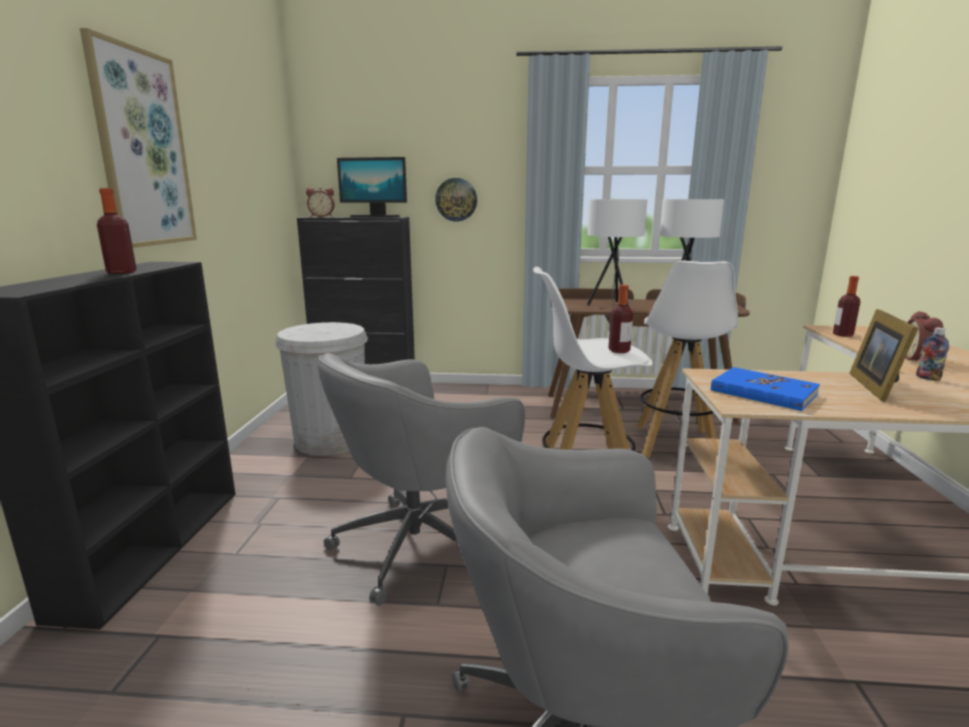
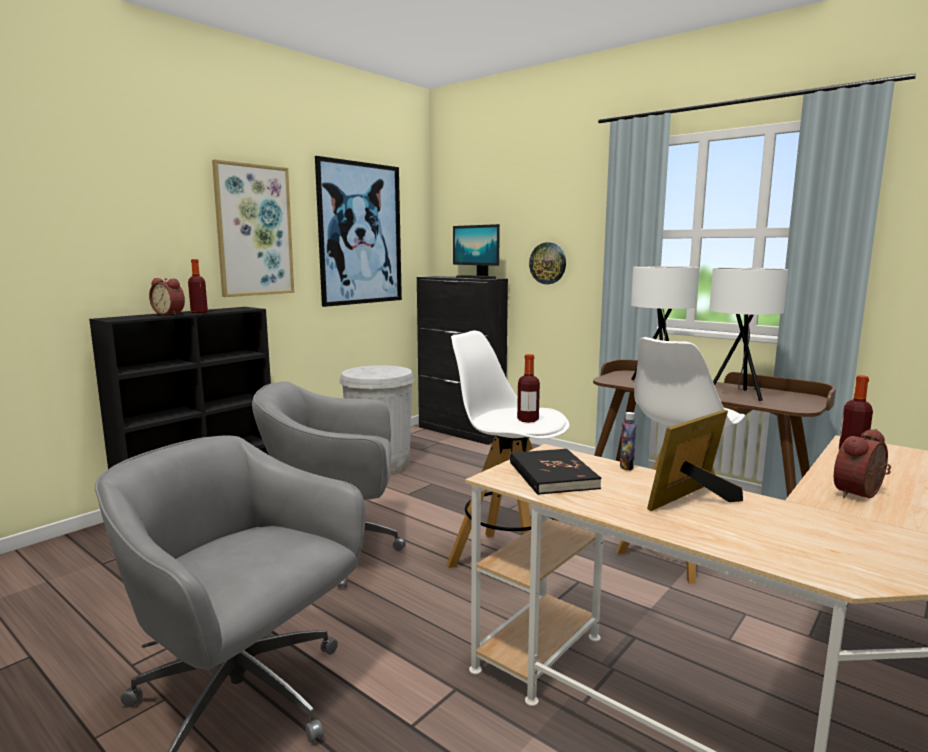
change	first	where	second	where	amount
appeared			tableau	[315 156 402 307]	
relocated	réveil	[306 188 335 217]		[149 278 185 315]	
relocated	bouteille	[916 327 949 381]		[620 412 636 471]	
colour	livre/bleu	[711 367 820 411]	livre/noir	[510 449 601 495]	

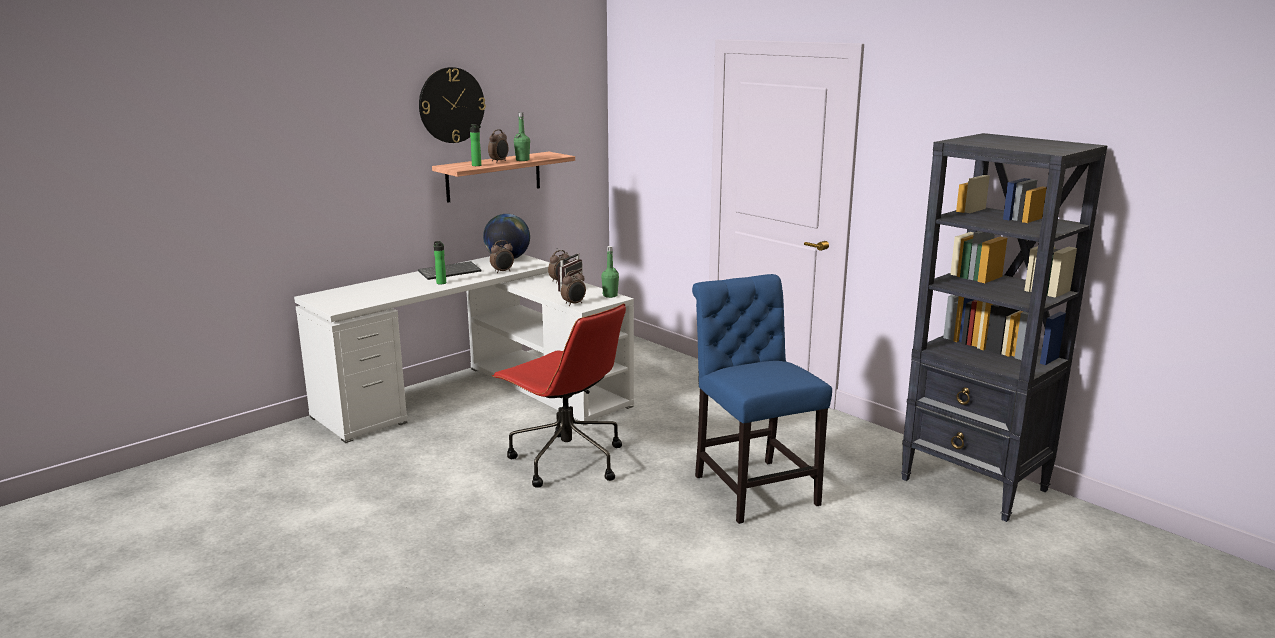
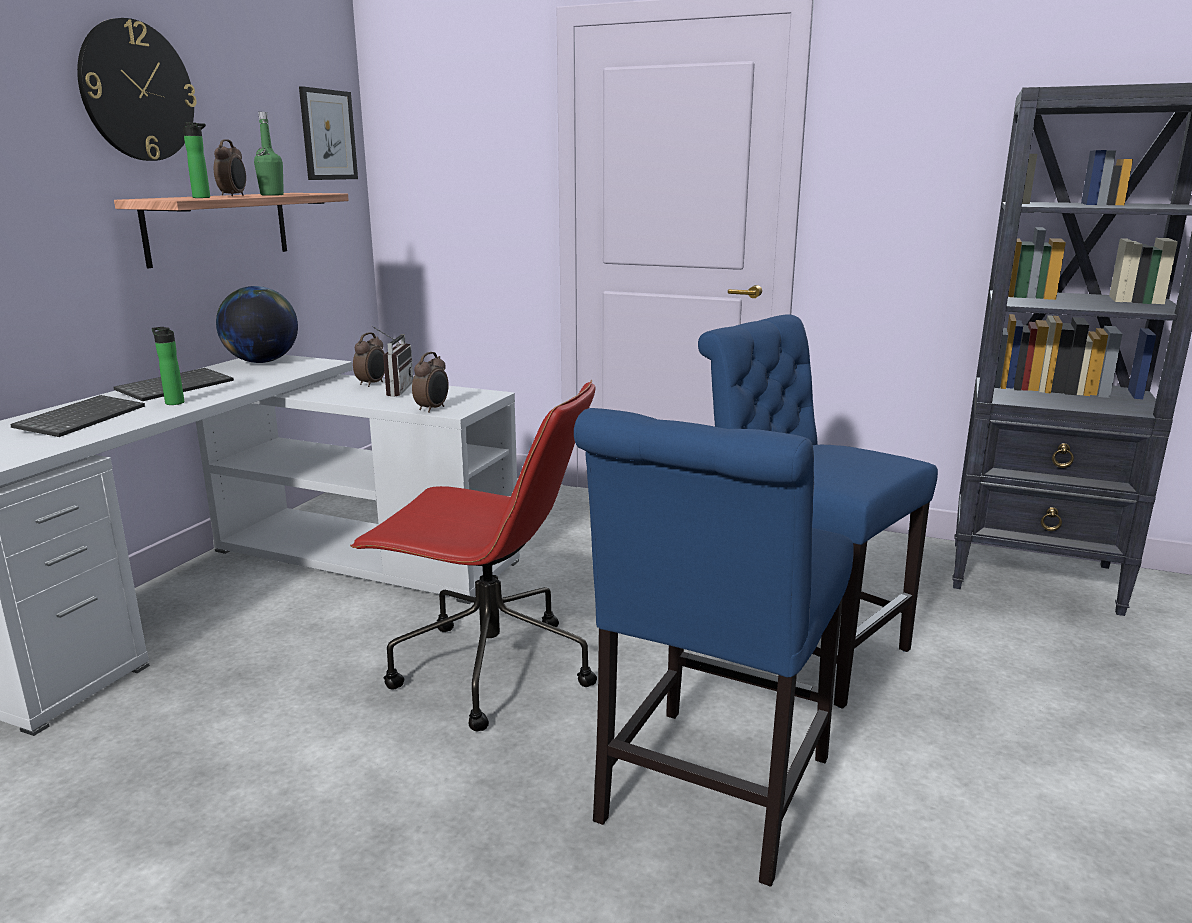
change	first	where	second	where	amount
missing	réveil	[490 240 514 273]			
missing	bouteille/vert	[601 246 619 298]			
appeared			clavier	[10 395 145 437]	
appeared			tableau	[299 86 358 180]	
appeared			chaise/bleu	[574 408 854 887]	

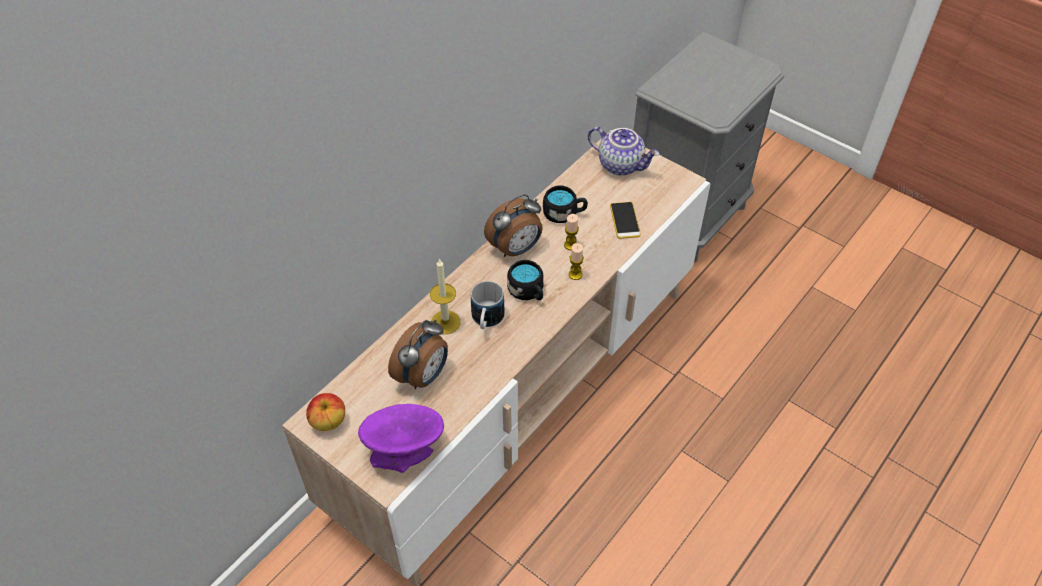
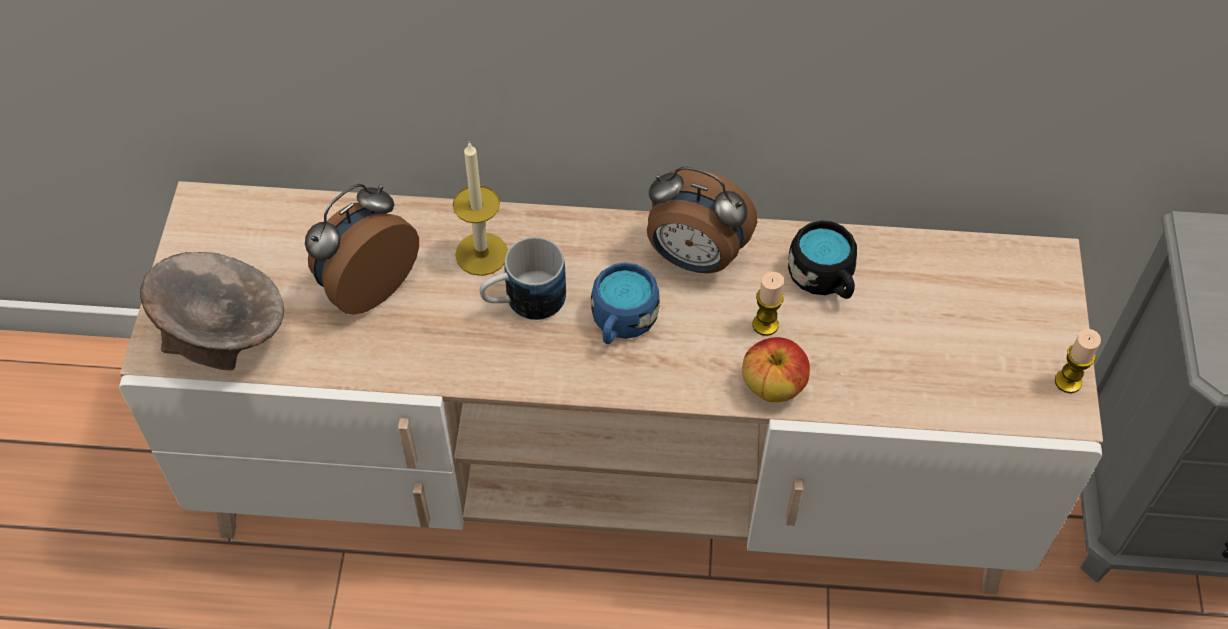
change	first	where	second	where	amount
missing	théière	[588 126 659 176]			
missing	téléphone	[610 202 641 239]			
relocated	pomme	[306 393 345 431]		[742 337 810 402]	
relocated	bougie	[569 243 584 280]		[1055 329 1101 393]	
colour	bol/violet	[358 404 444 473]	bol/gris	[140 252 284 371]	
colour	mug/noir	[507 260 544 300]	mug/bleu	[591 262 660 344]	
spun	réveil	[388 319 448 389]		[305 184 419 315]	135 degrees clockwise

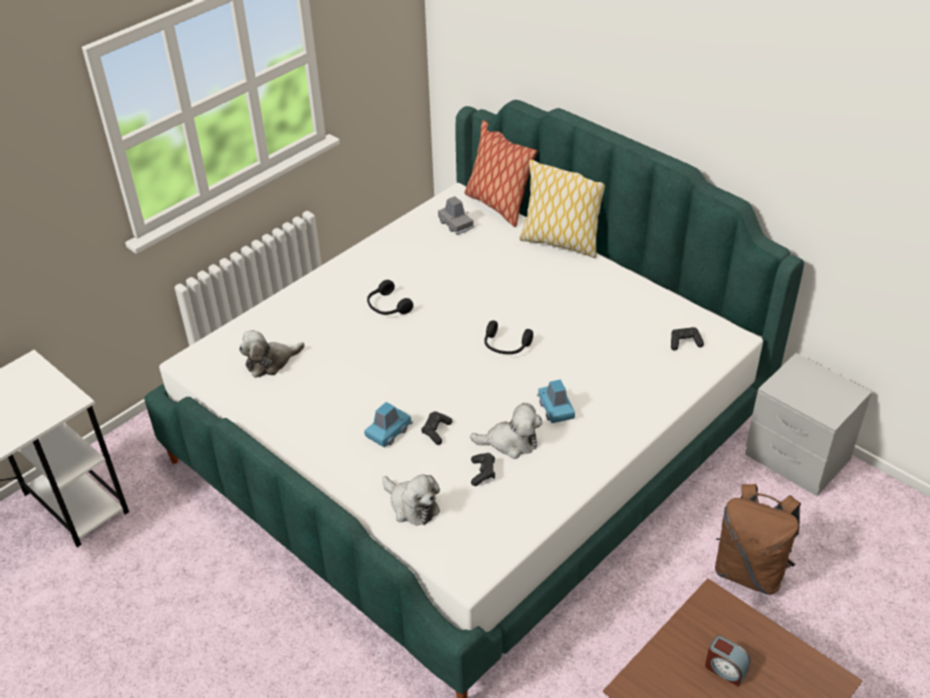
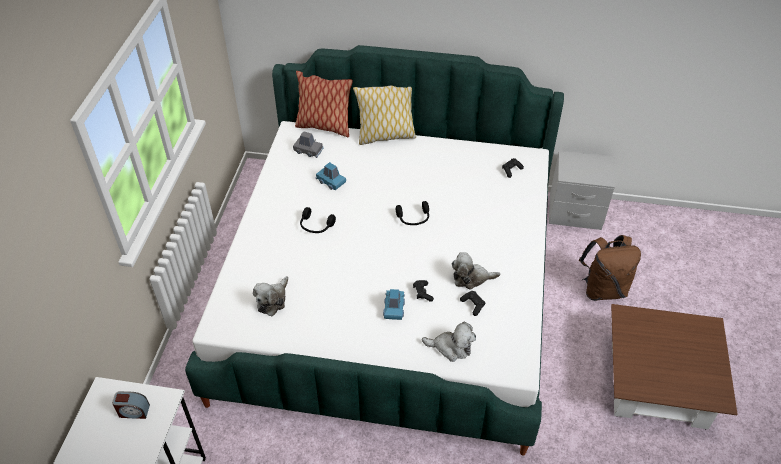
change	first	where	second	where	amount
relocated	petite voiture/bleu	[537 379 575 423]		[316 162 346 190]	
relocated	réveil	[705 635 750 687]		[112 391 150 419]	
spun	peluche	[470 403 542 459]		[451 252 500 290]	150 degrees counterclockwise

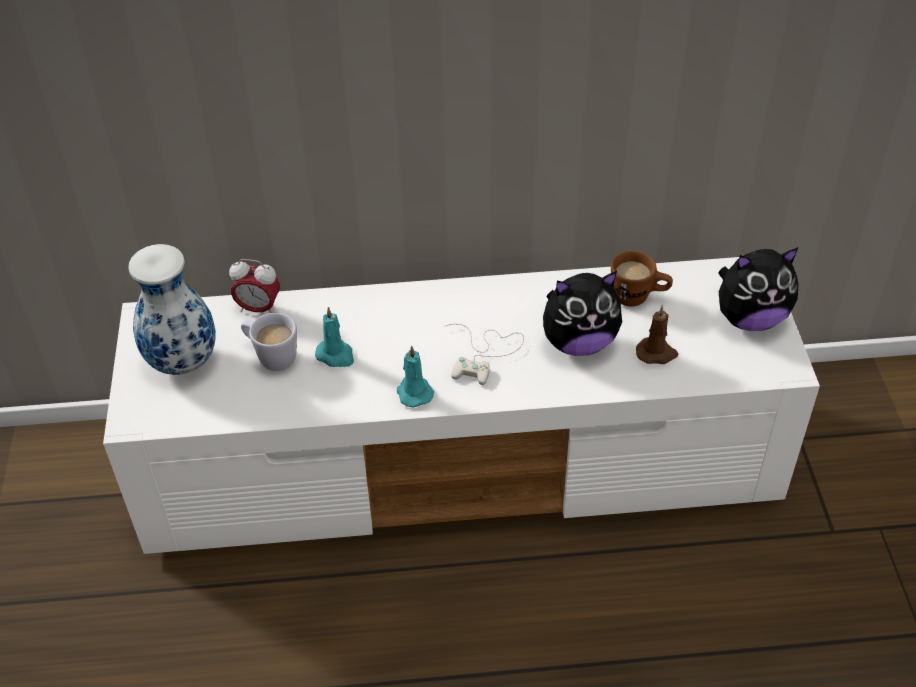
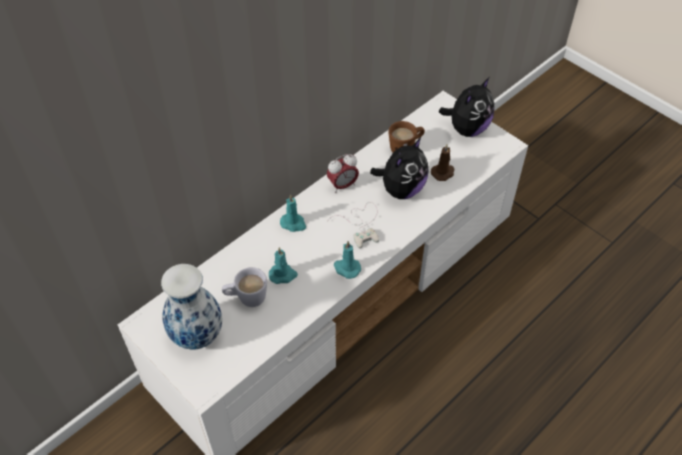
change	first	where	second	where	amount
appeared			bougie/turquoise	[280 194 306 232]	
relocated	réveil	[229 259 280 313]		[327 154 359 193]	

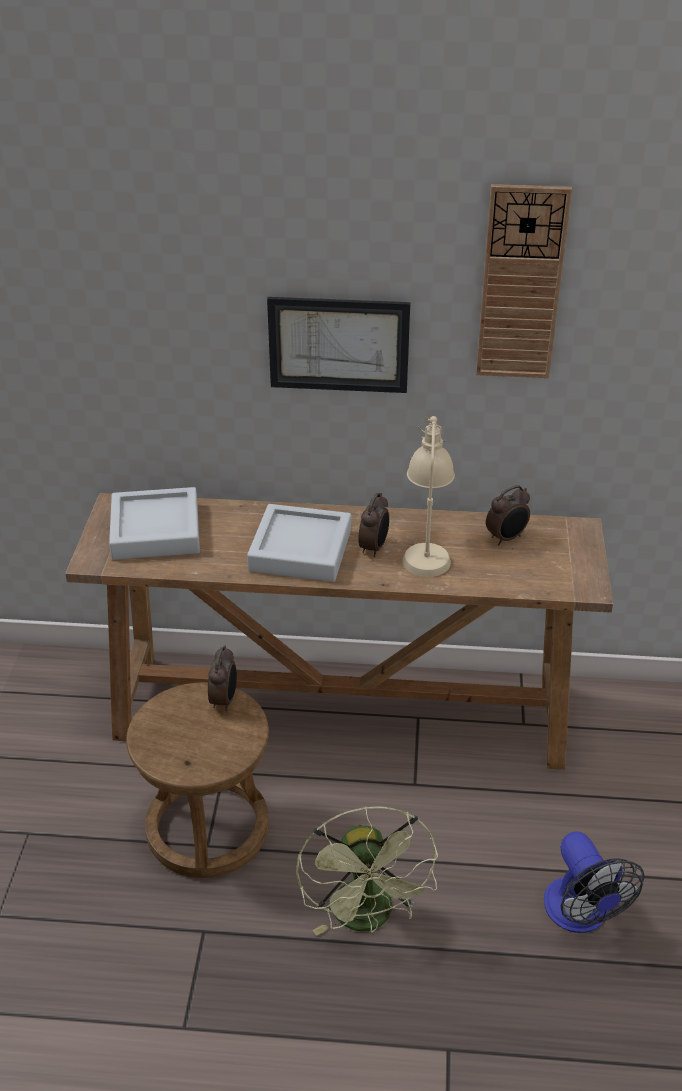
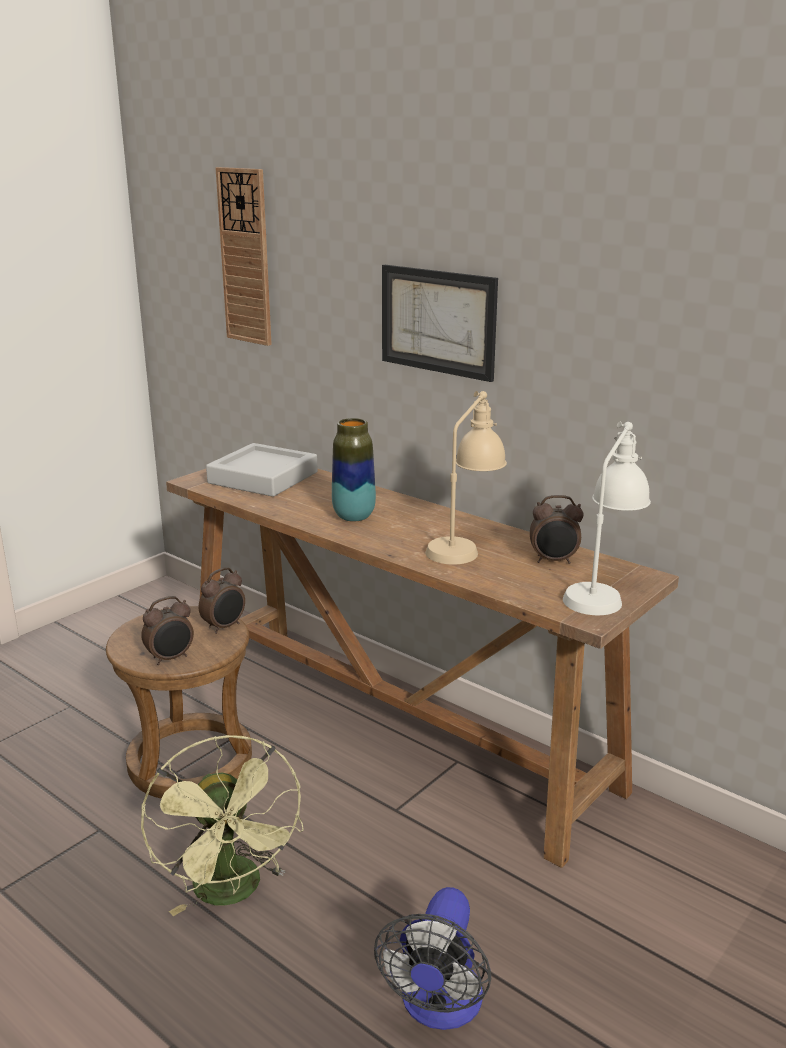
change	first	where	second	where	amount
appeared			lampe de table/blanc	[563 422 651 615]	
relocated	réveil	[358 493 389 557]		[141 596 194 665]	
relocated	horloge murale	[476 184 572 378]		[216 167 272 346]	
exchanged	plateau/gris	[247 504 351 582]	vase	[332 418 376 522]	
spun	ventilateur/vert	[296 806 438 936]		[141 735 304 916]	45 degrees counterclockwise

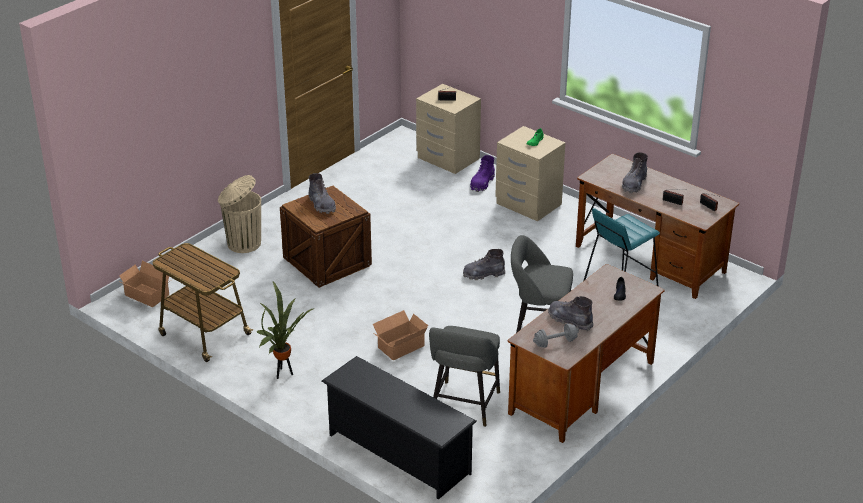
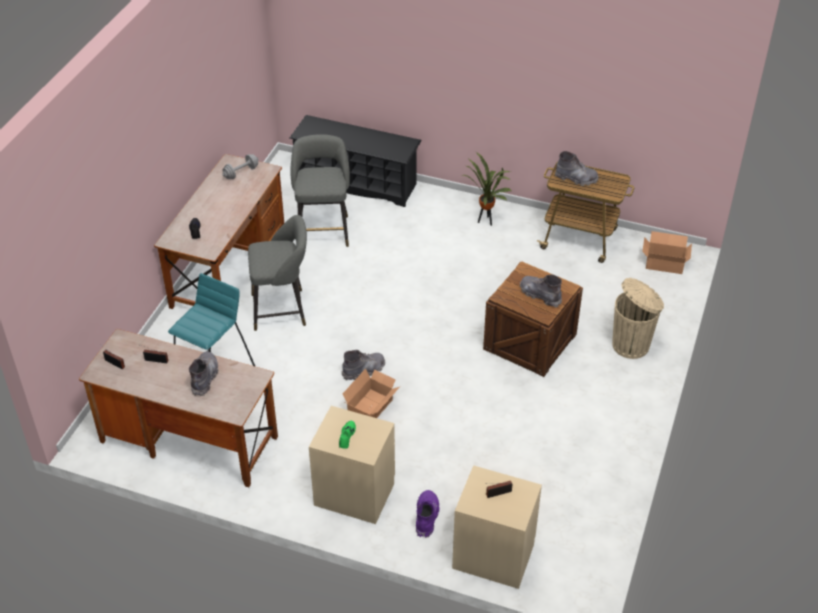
change	first	where	second	where	amount
relocated	carton	[373 310 428 361]		[343 369 400 418]	
relocated	botte/gris	[548 296 594 331]		[555 151 599 186]	

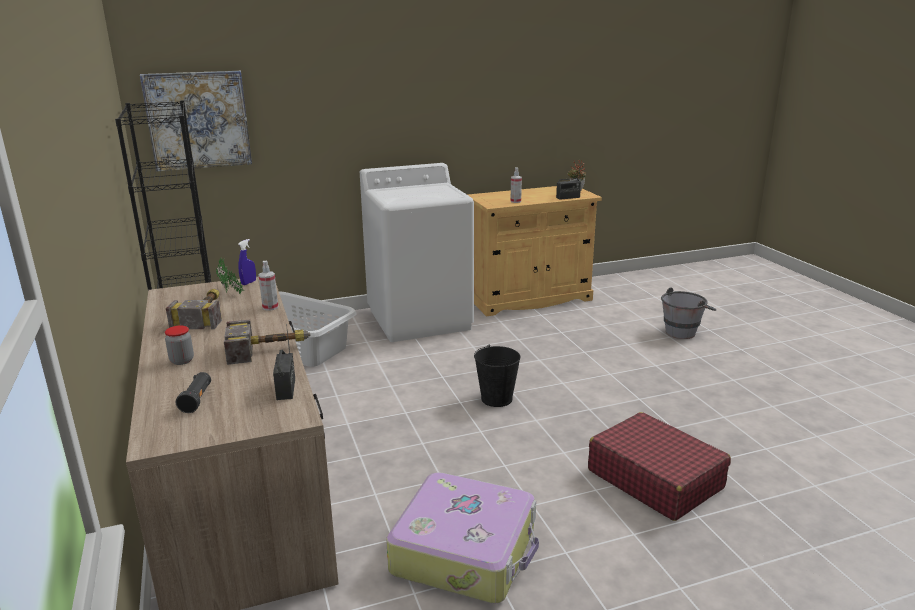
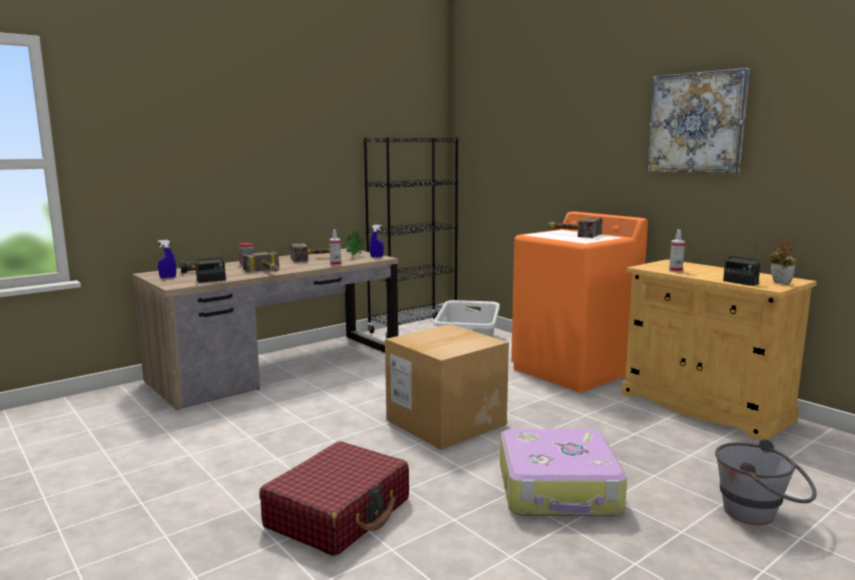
change	first	where	second	where	amount
appeared			vaporisateur/bleu	[158 240 176 278]	
appeared			marteau	[547 218 602 238]	
relocated	tableau	[140 71 252 171]		[647 68 750 174]	
relocated	valise	[386 472 539 604]		[500 429 627 516]	
exchanged	seau/noir	[474 344 520 407]	carton	[385 324 509 450]	
colour	lave-linge/blanc	[360 163 474 342]	lave-linge/orange	[511 211 648 392]	

